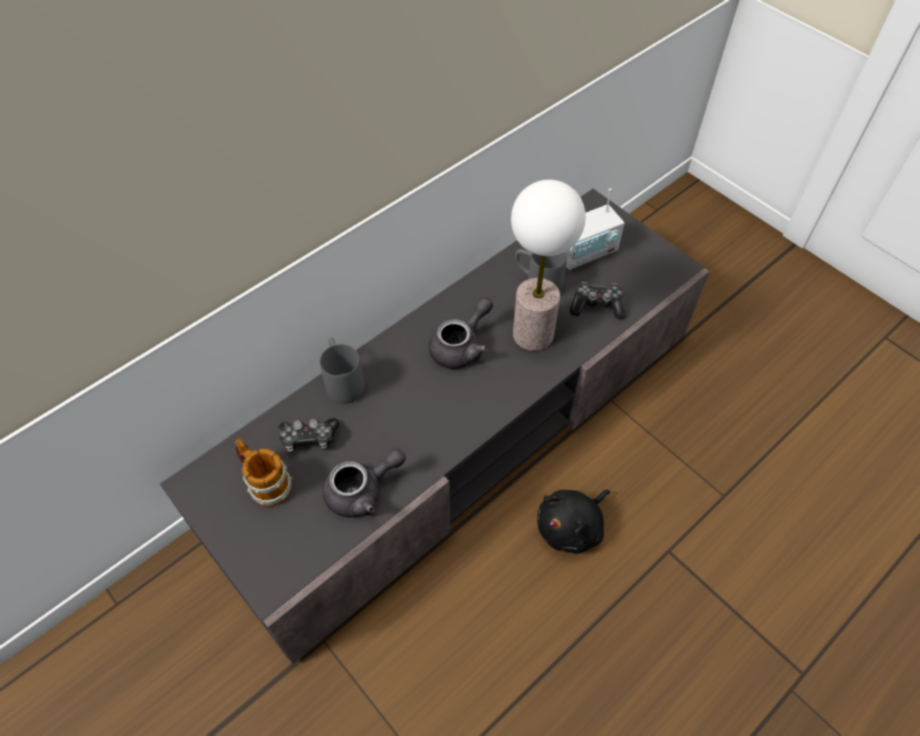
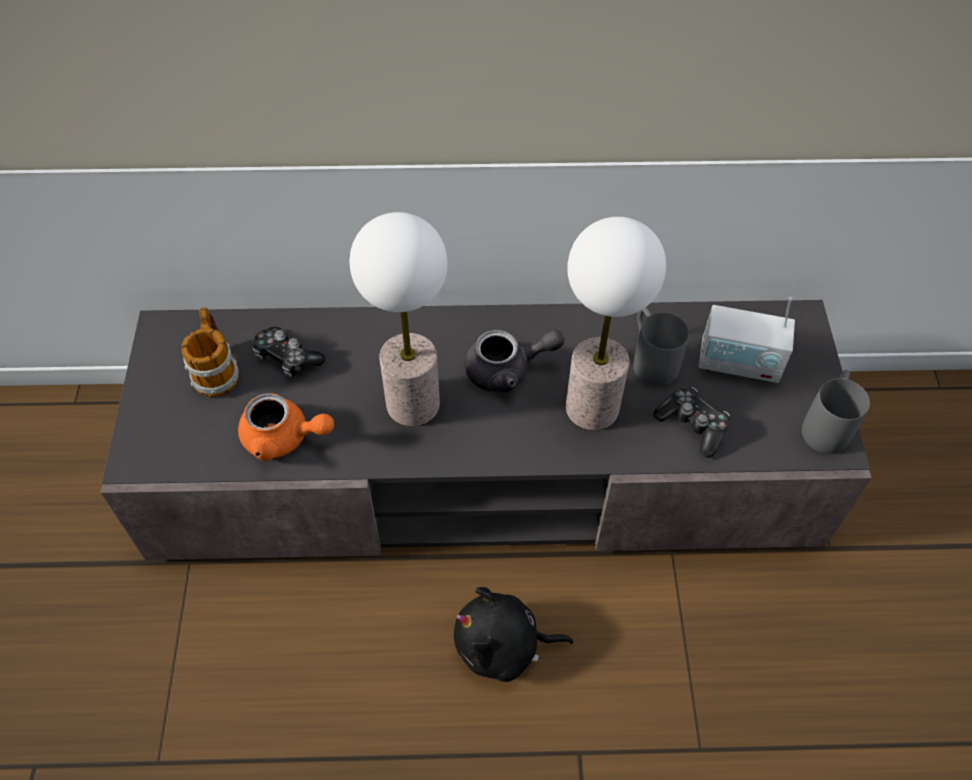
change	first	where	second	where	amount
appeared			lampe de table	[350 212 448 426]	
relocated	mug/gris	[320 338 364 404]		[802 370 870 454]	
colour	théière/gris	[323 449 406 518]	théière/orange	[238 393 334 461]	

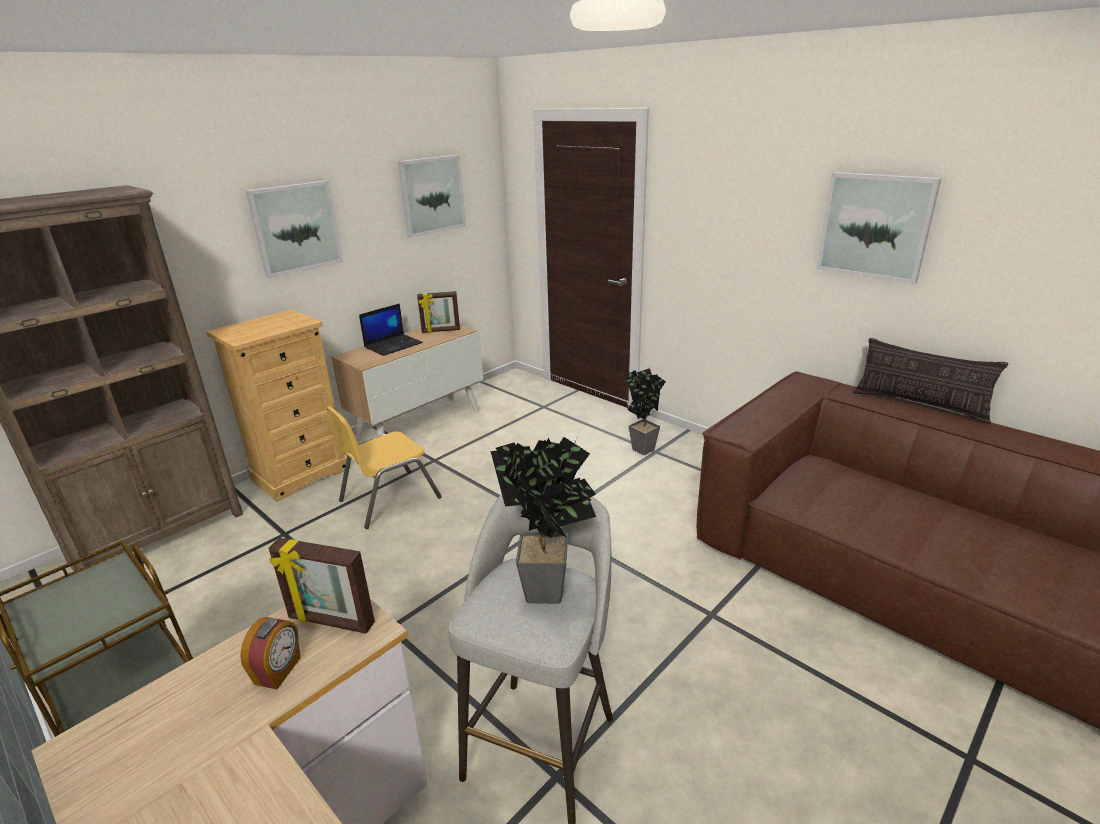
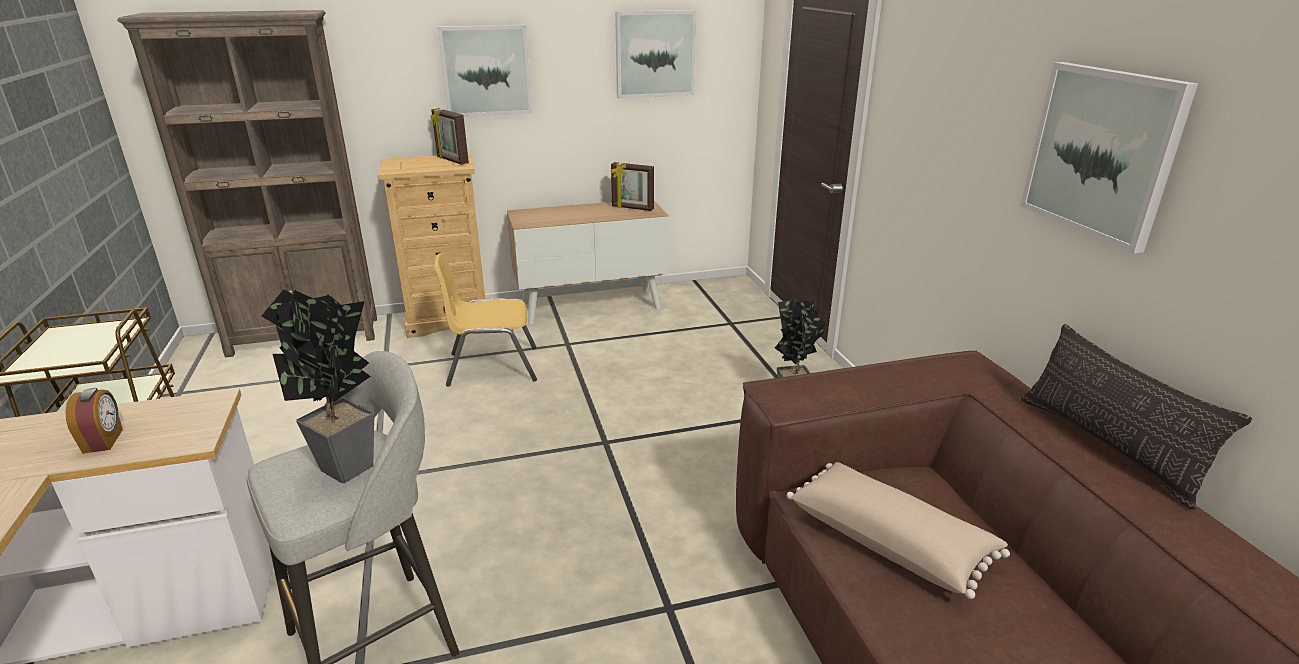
change	first	where	second	where	amount
missing	ordinateur portable	[359 303 423 356]			
appeared			coussin/beige	[787 462 1010 599]	
relocated	cadre photo	[269 538 375 634]		[430 108 469 165]	
spun	réveil	[240 617 301 689]		[65 388 123 454]	60 degrees counterclockwise

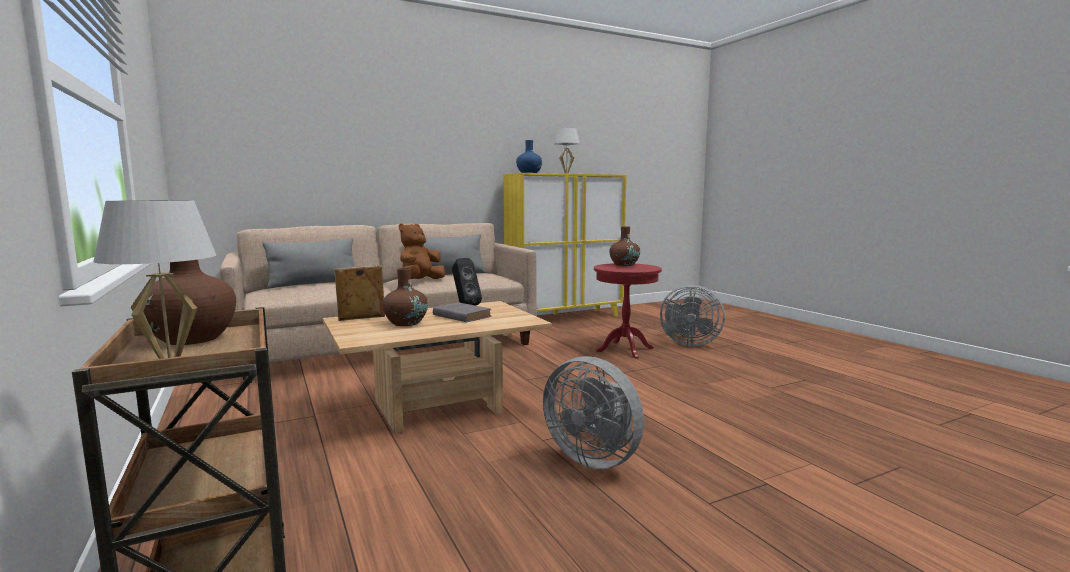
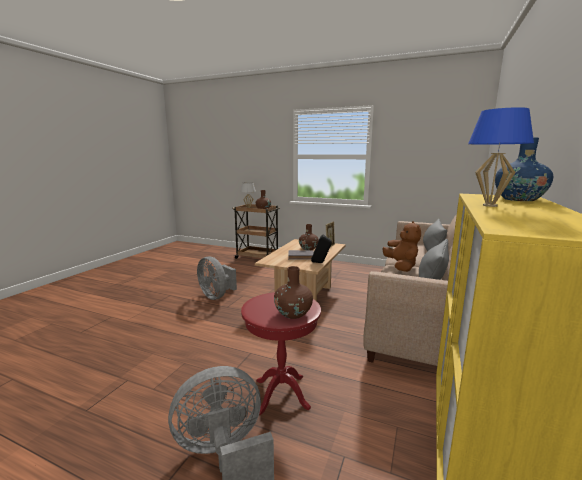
change	first	where	second	where	amount
colour	lampe de table/blanc	[554 128 580 174]	lampe de table/bleu	[468 107 534 207]	
spun	ventilateur/gris	[543 356 644 469]		[197 256 237 300]	135 degrees counterclockwise

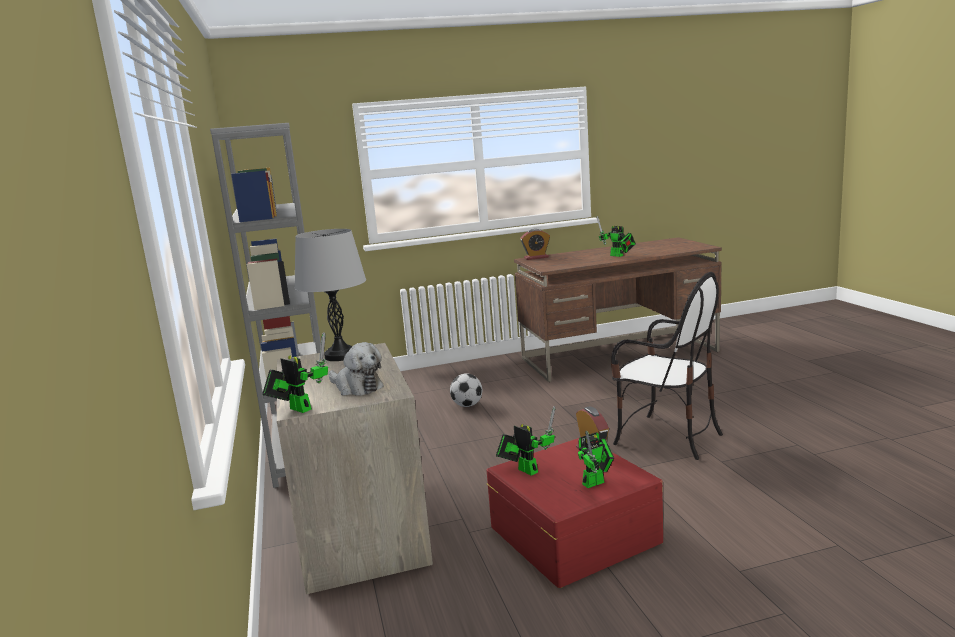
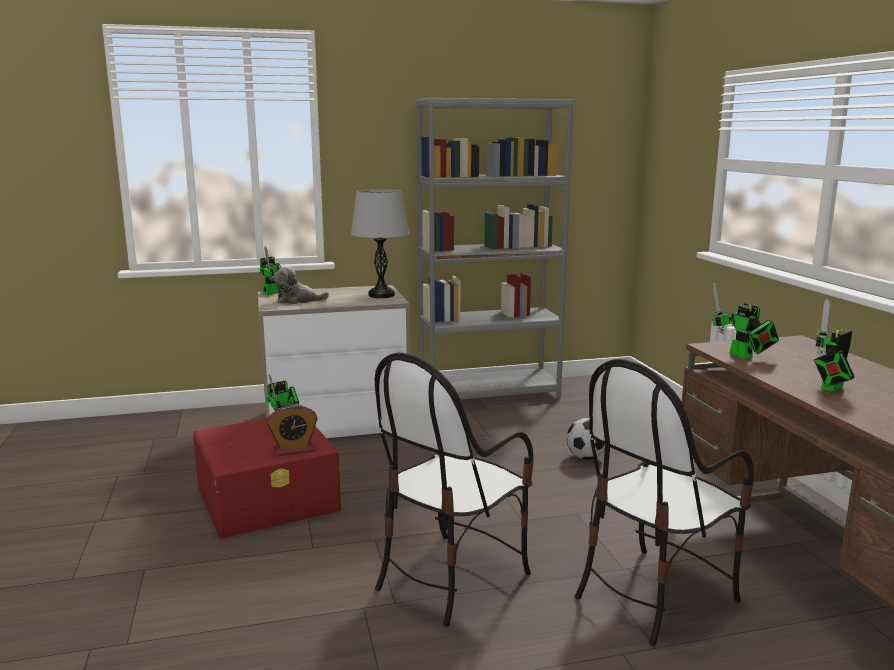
change	first	where	second	where	amount
missing	réveil	[520 229 550 260]			
appeared			chaise	[575 359 754 646]	
relocated	robot jouet	[578 430 614 488]		[712 282 779 359]	
spun	peluche	[328 342 384 396]		[273 265 329 304]	45 degrees clockwise

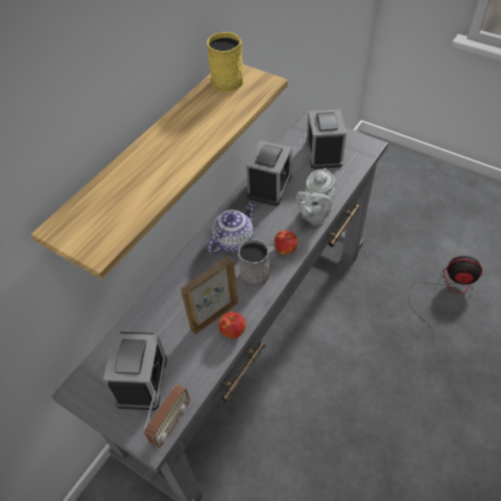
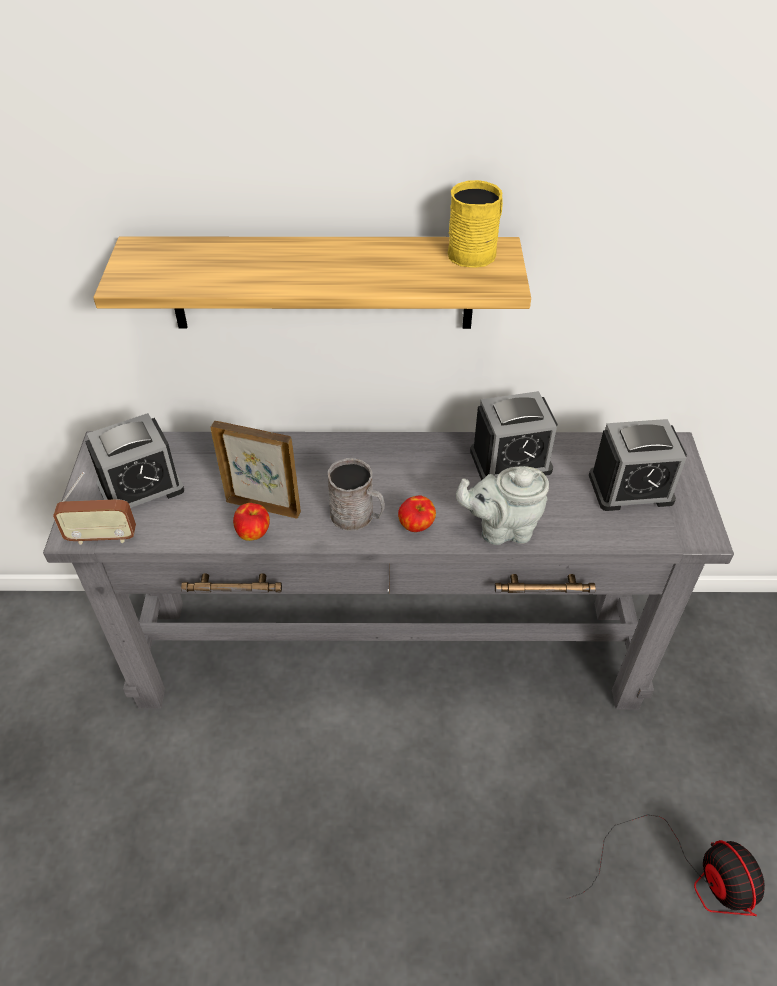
change	first	where	second	where	amount
missing	théière	[208 201 255 254]			
spun	réveil	[306 109 347 169]		[589 419 687 511]	150 degrees counterclockwise

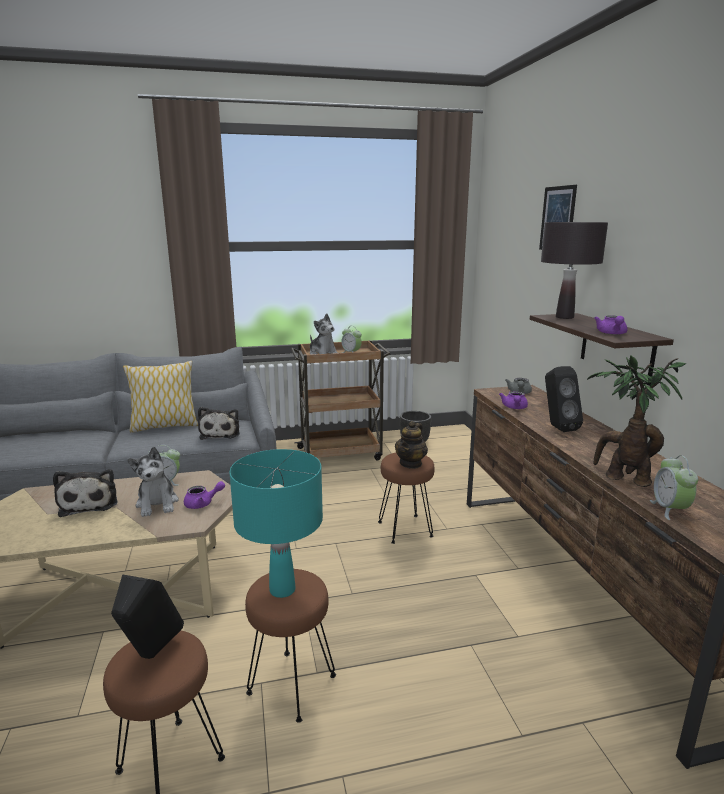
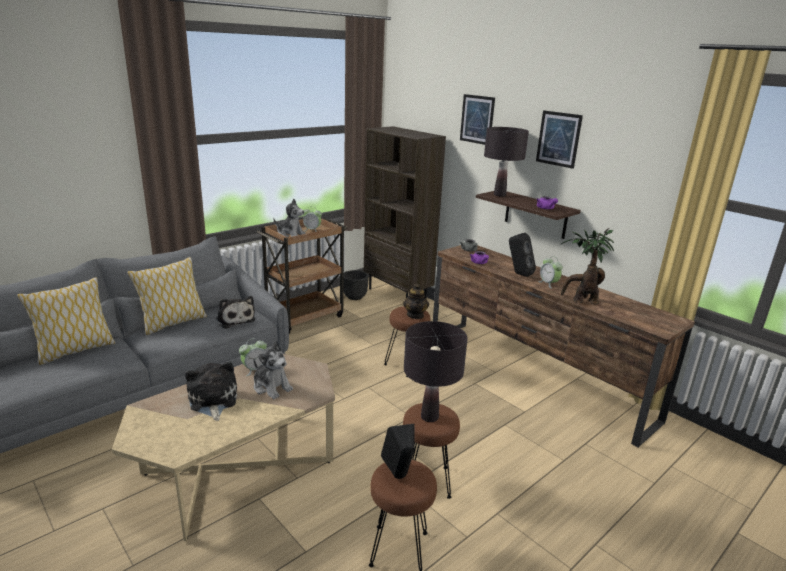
change	first	where	second	where	amount
missing	théière/violet	[184 481 225 509]			
appeared			coussin	[17 277 115 365]	
appeared			bibliothèque/marron	[364 126 446 298]	
appeared			tableau	[536 110 583 169]	
relocated	réveil	[650 455 698 520]		[538 256 563 289]	
colour	lampe de table/turquoise	[230 449 323 598]	lampe de table/noir	[404 321 468 422]	
spun	peluche	[53 469 118 517]		[185 361 237 421]	150 degrees counterclockwise

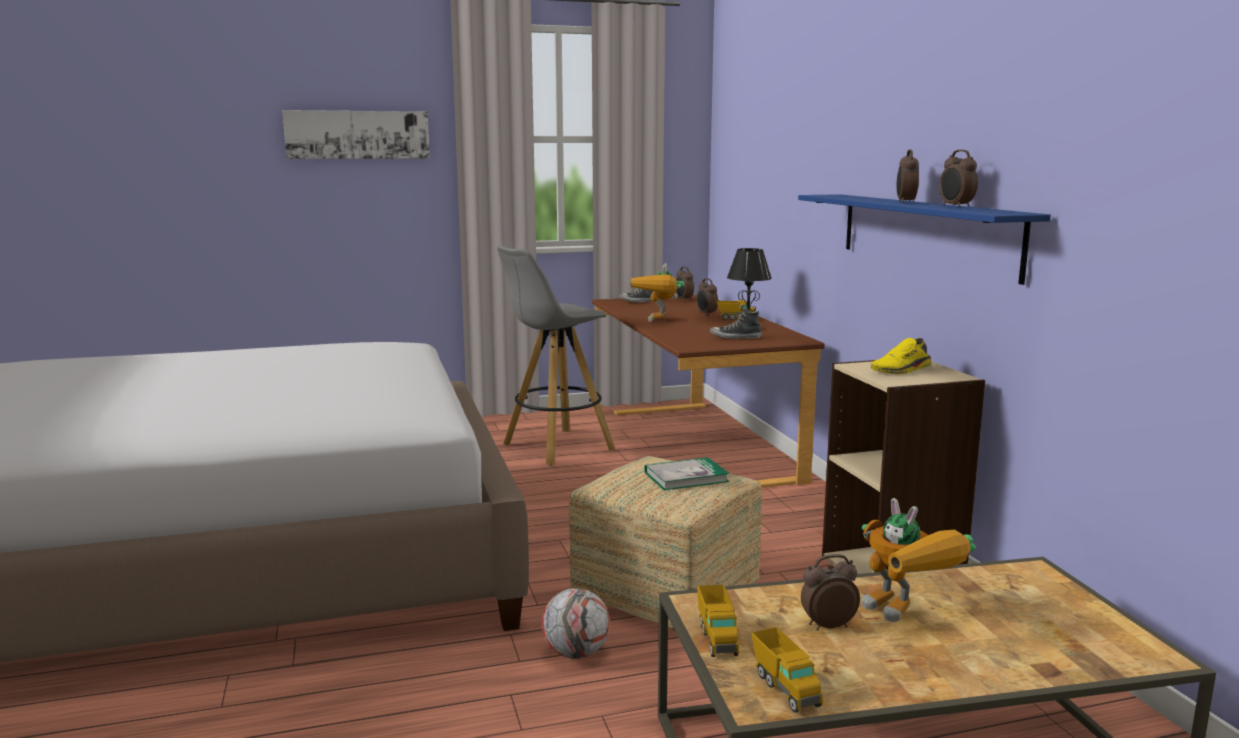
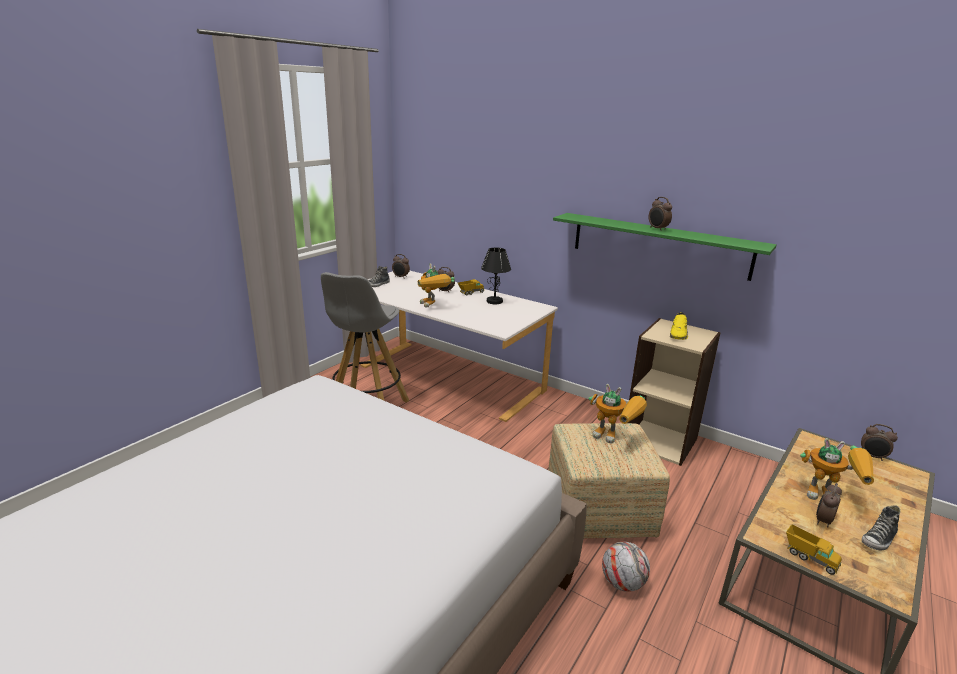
change	first	where	second	where	amount
missing	tableau	[282 110 430 159]			
missing	camion jouet	[751 627 823 713]			
relocated	chaussure	[710 307 762 339]		[862 505 900 550]	
relocated	réveil	[939 150 978 208]		[861 424 898 461]	
exchanged	livre	[644 457 730 490]	robot jouet	[588 384 647 444]	
colour	bureau/marron	[592 295 825 488]	bureau/blanc	[360 271 558 422]	
colour	étagère/bleu	[798 194 1051 285]	étagère/vert	[553 213 777 281]	

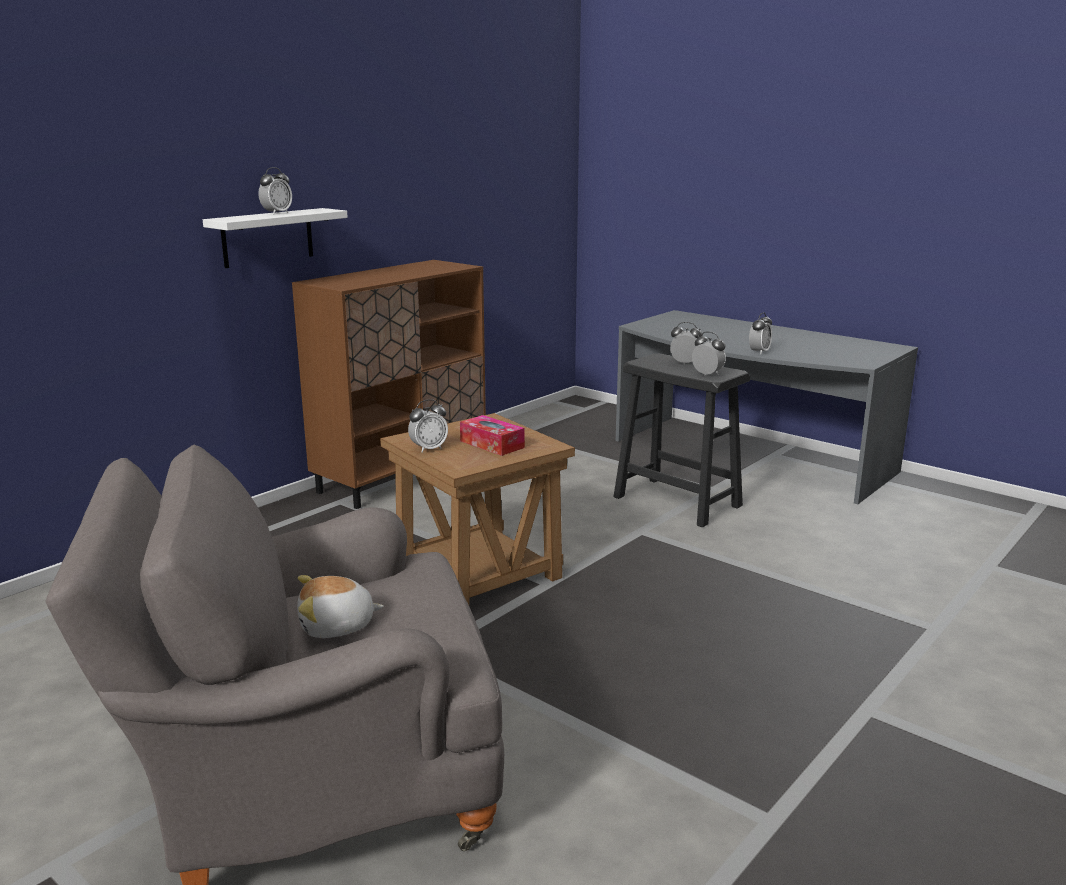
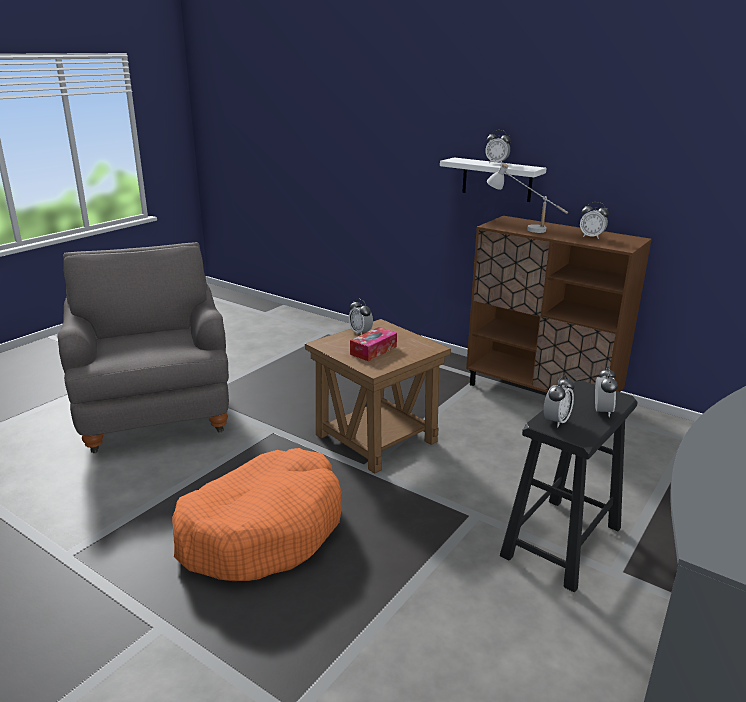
change	first	where	second	where	amount
missing	peluche	[297 575 384 638]			
appeared			panier pour chien/orange	[172 448 342 581]	
appeared			lampe de table/blanc	[487 163 568 233]	
relocated	réveil	[749 312 772 355]		[580 202 609 239]	

